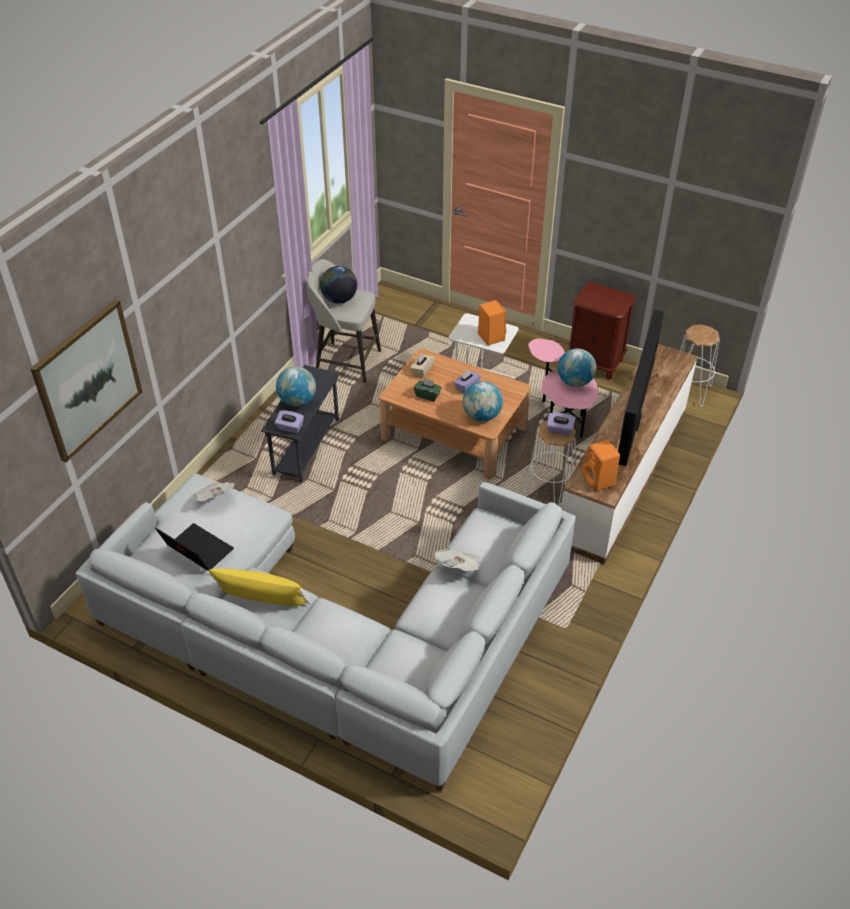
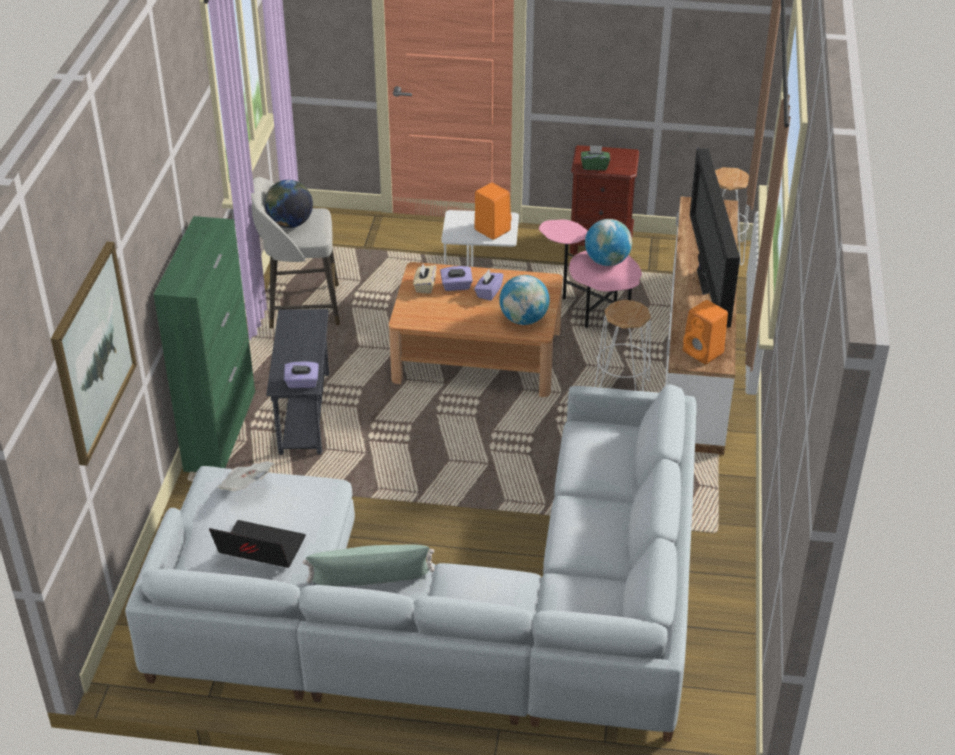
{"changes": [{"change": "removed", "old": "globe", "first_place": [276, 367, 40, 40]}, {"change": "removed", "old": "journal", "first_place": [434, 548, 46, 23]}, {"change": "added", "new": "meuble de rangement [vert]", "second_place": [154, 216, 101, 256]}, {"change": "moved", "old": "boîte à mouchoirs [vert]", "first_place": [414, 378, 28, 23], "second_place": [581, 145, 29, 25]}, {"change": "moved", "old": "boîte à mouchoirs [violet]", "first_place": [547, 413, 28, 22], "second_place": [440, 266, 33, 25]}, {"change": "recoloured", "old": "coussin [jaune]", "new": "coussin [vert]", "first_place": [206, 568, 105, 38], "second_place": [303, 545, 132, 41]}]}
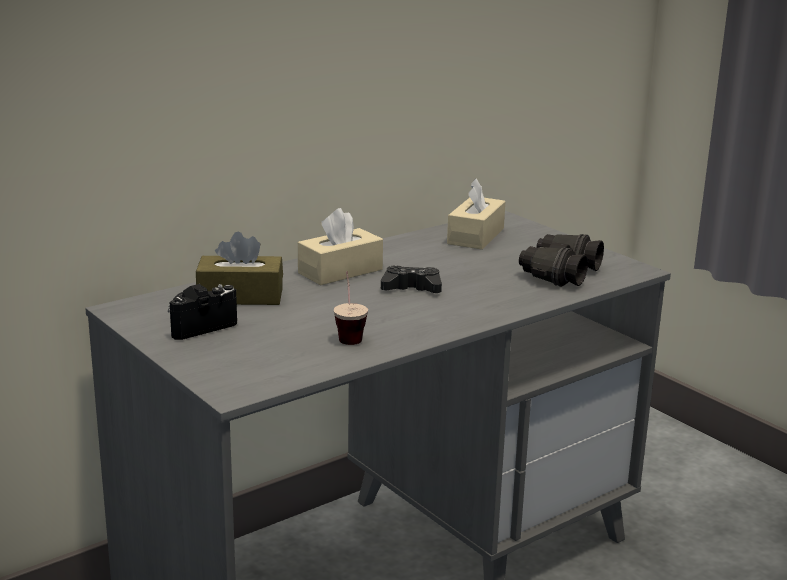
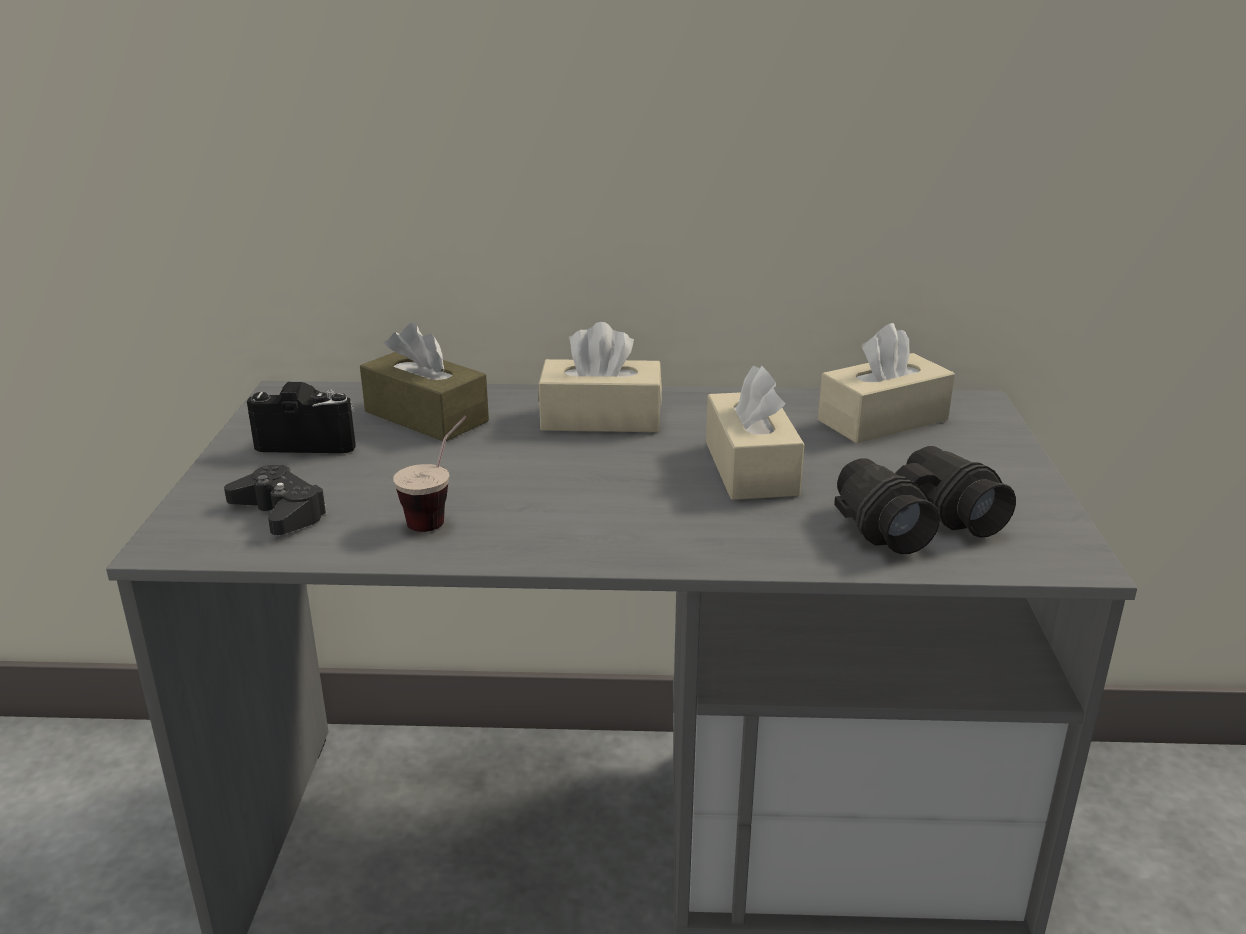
{"changes": [{"change": "added", "new": "boîte à mouchoirs [beige]", "second_place": [706, 366, 98, 134]}, {"change": "moved", "old": "manette [noir]", "first_place": [381, 265, 61, 28], "second_place": [224, 465, 104, 70]}]}
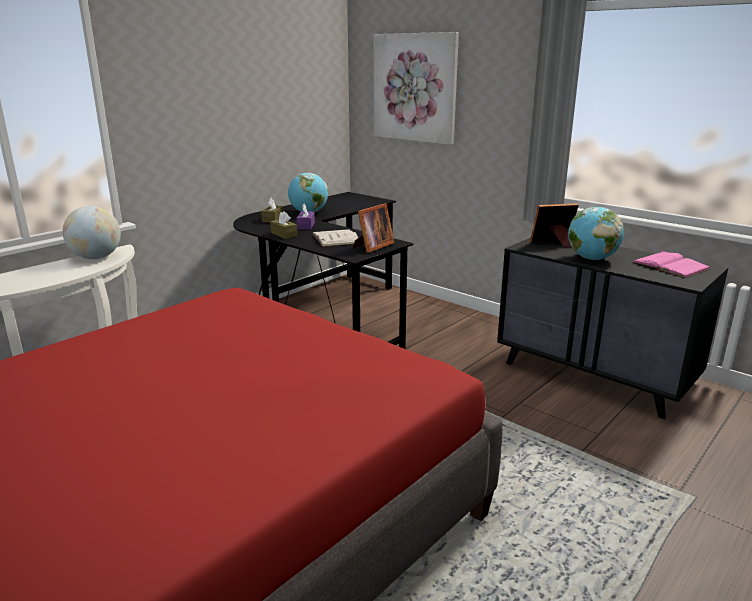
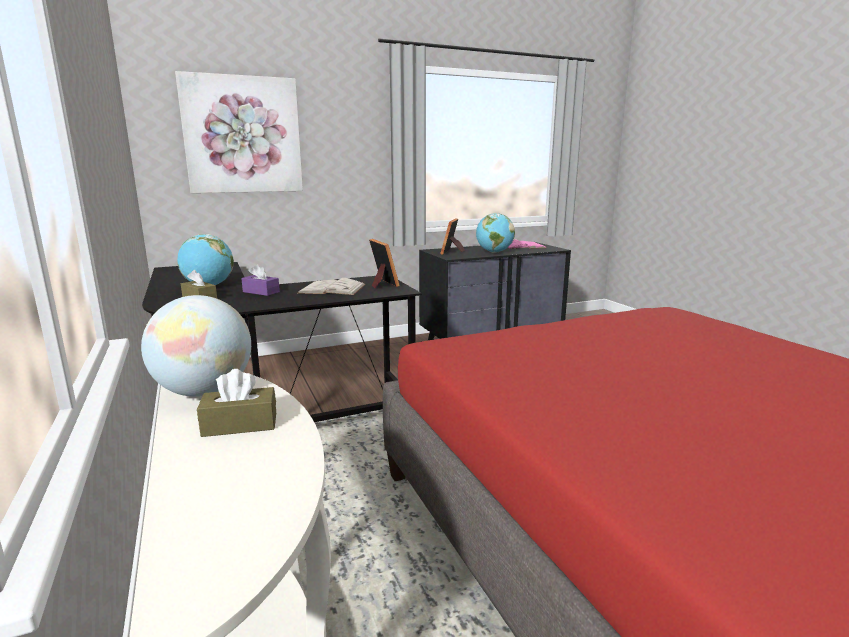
{"changes": [{"change": "moved", "old": "boîte à mouchoirs [marron]", "first_place": [270, 211, 27, 28], "second_place": [197, 369, 79, 68]}]}
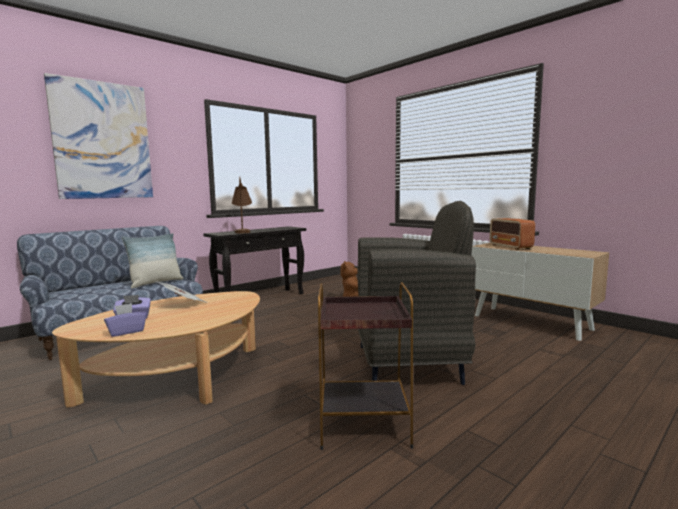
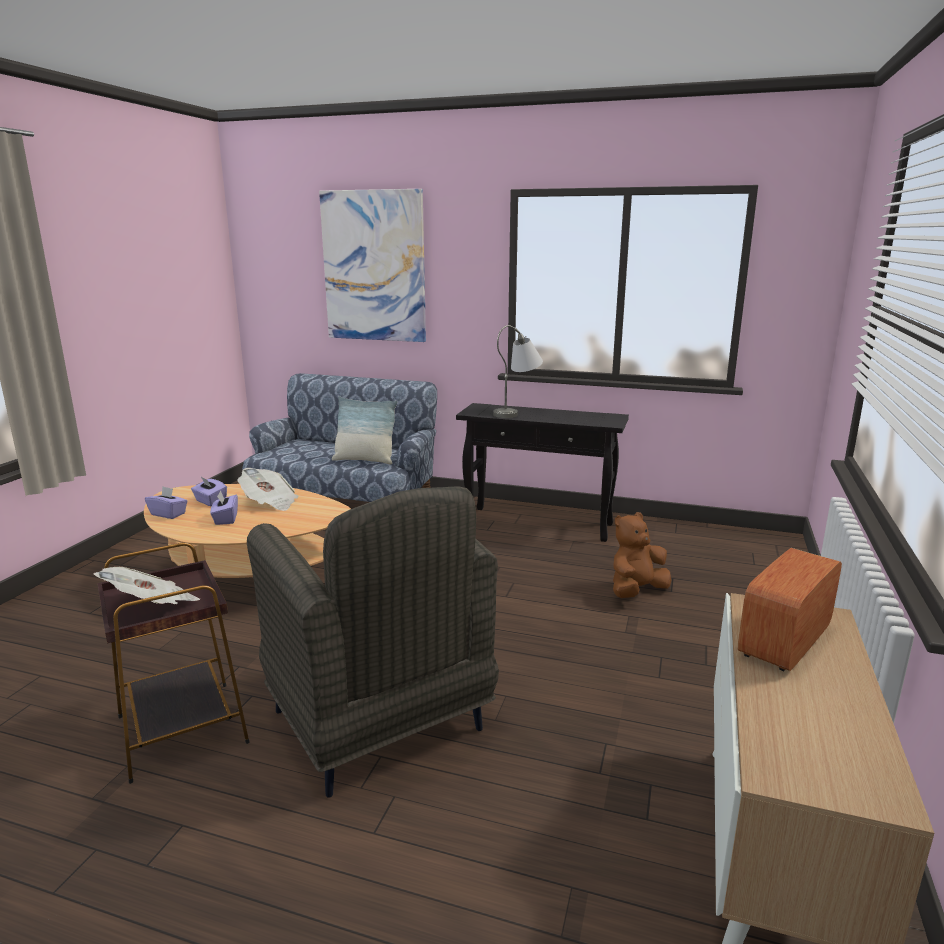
{"changes": [{"change": "added", "new": "journal", "second_place": [93, 567, 107, 37]}, {"change": "added", "new": "boîte à mouchoirs [violet]", "second_place": [210, 490, 28, 35]}, {"change": "recoloured", "old": "lampe de table [marron]", "new": "lampe de table [gris]", "first_place": [232, 177, 20, 57], "second_place": [493, 325, 50, 93]}]}
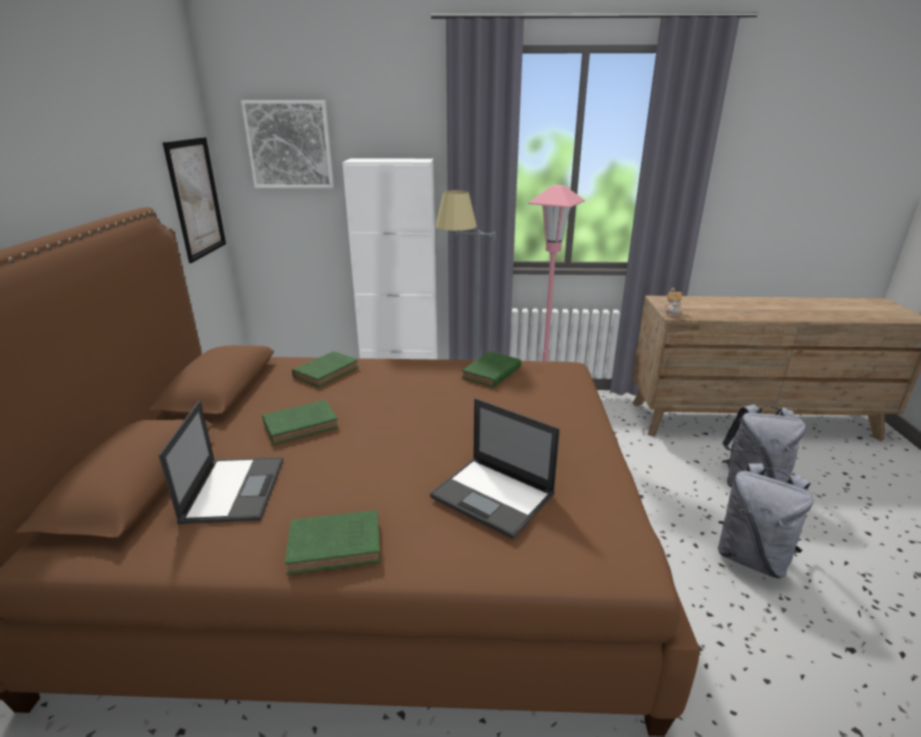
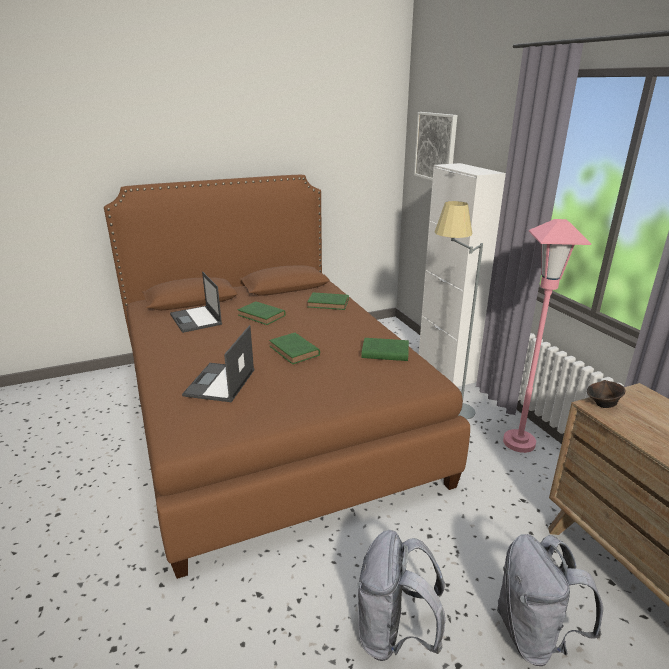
{"changes": [{"change": "removed", "old": "tableau", "first_place": [163, 137, 63, 126]}, {"change": "moved", "old": "livre [vert]", "first_place": [285, 510, 96, 64], "second_place": [269, 333, 51, 31]}, {"change": "replaced", "old": "théière", "new": "bol [marron]", "first_place": [665, 288, 17, 29], "second_place": [587, 380, 38, 28]}, {"change": "turned", "old": "ordinateur portable", "first_place": [159, 401, 124, 123], "second_place": [170, 271, 52, 62], "degrees": 90}]}
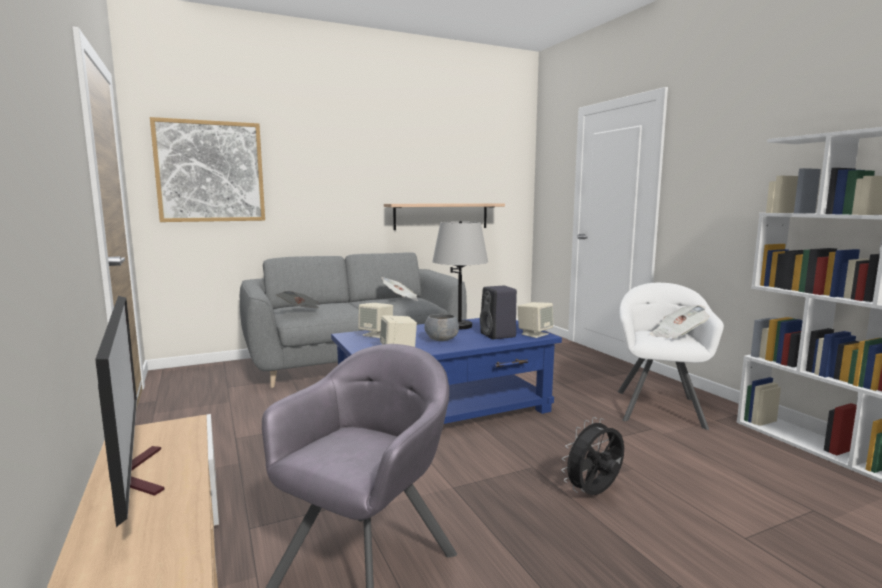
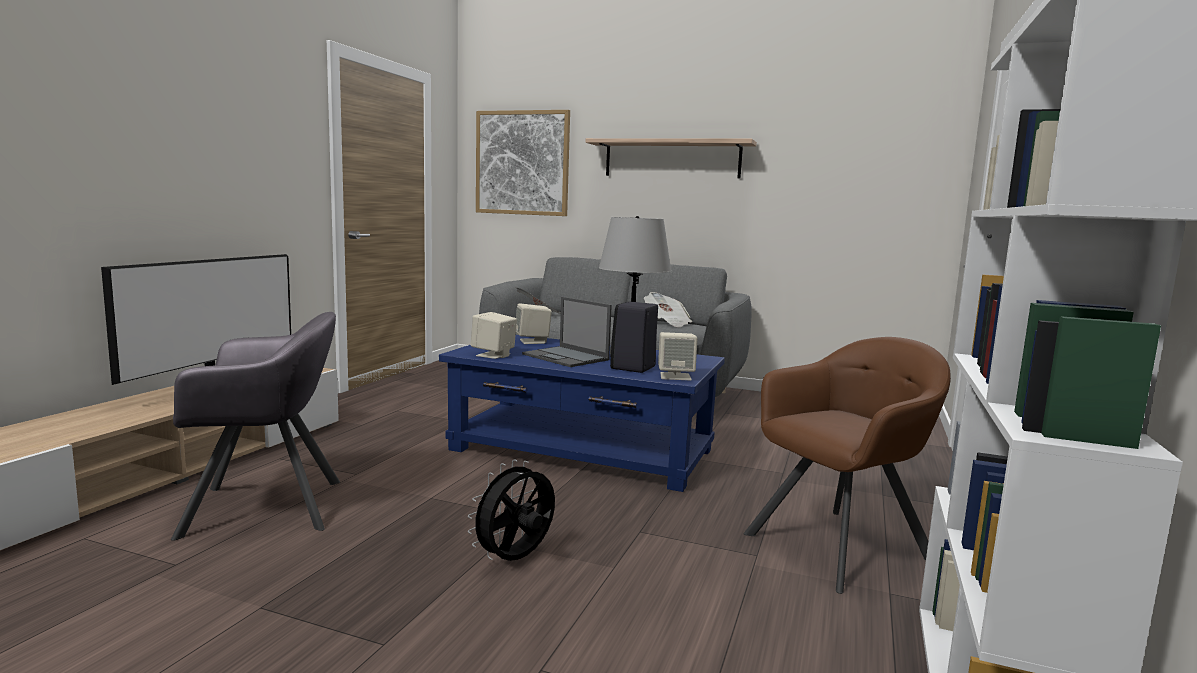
{"changes": [{"change": "removed", "old": "journal", "first_place": [650, 305, 59, 34]}, {"change": "moved", "old": "étagère", "first_place": [384, 203, 121, 27], "second_place": [585, 138, 172, 40]}, {"change": "replaced", "old": "bol [gris]", "new": "ordinateur portable", "first_place": [424, 314, 35, 27], "second_place": [522, 297, 90, 70]}, {"change": "recoloured", "old": "fauteuil [blanc]", "new": "fauteuil [marron]", "first_place": [618, 283, 106, 147], "second_place": [744, 337, 207, 257]}, {"change": "turned", "old": "ventilateur [noir]", "first_place": [561, 417, 63, 78], "second_place": [468, 459, 87, 102], "degrees": -60}]}
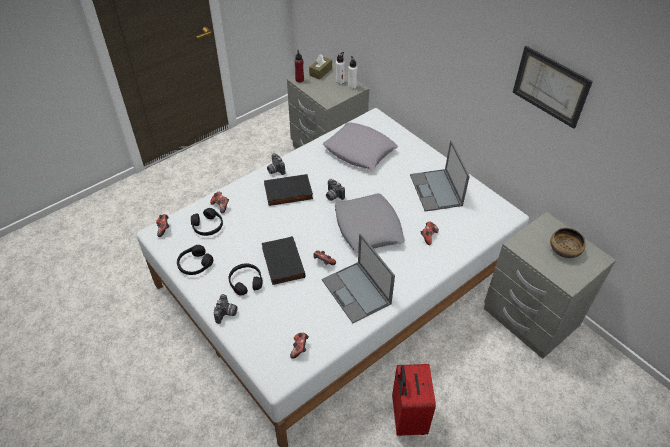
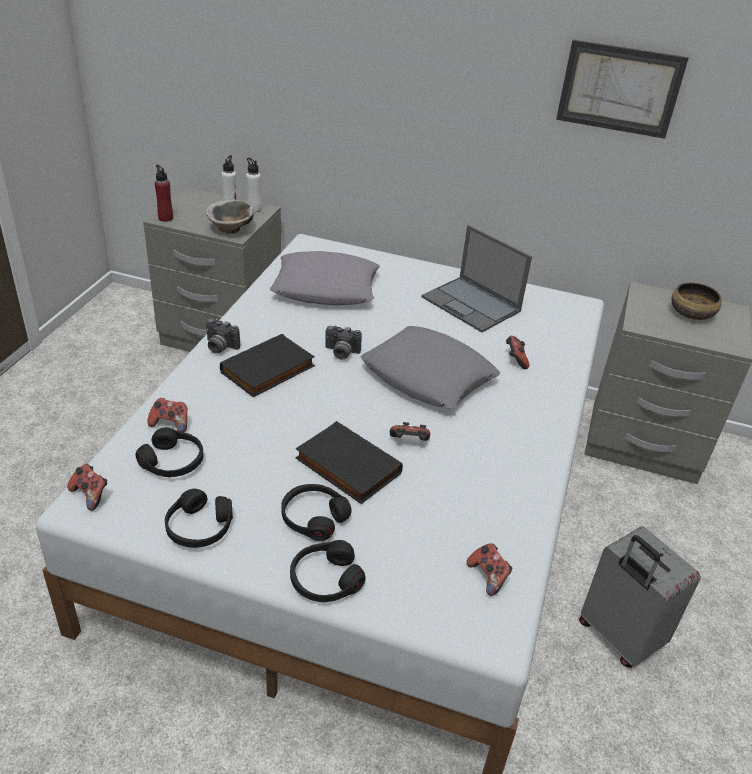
{"changes": [{"change": "removed", "old": "boîte à mouchoirs [marron]", "first_place": [309, 54, 23, 26]}, {"change": "removed", "old": "ordinateur portable", "first_place": [322, 233, 73, 90]}, {"change": "added", "new": "bol", "second_place": [205, 200, 48, 34]}, {"change": "replaced", "old": "appareil photo", "new": "casque audio [noir]", "first_place": [214, 294, 24, 30], "second_place": [290, 540, 75, 62]}, {"change": "recoloured", "old": "valise [rouge]", "new": "valise [gris]", "first_place": [392, 364, 44, 72], "second_place": [579, 526, 122, 142]}]}
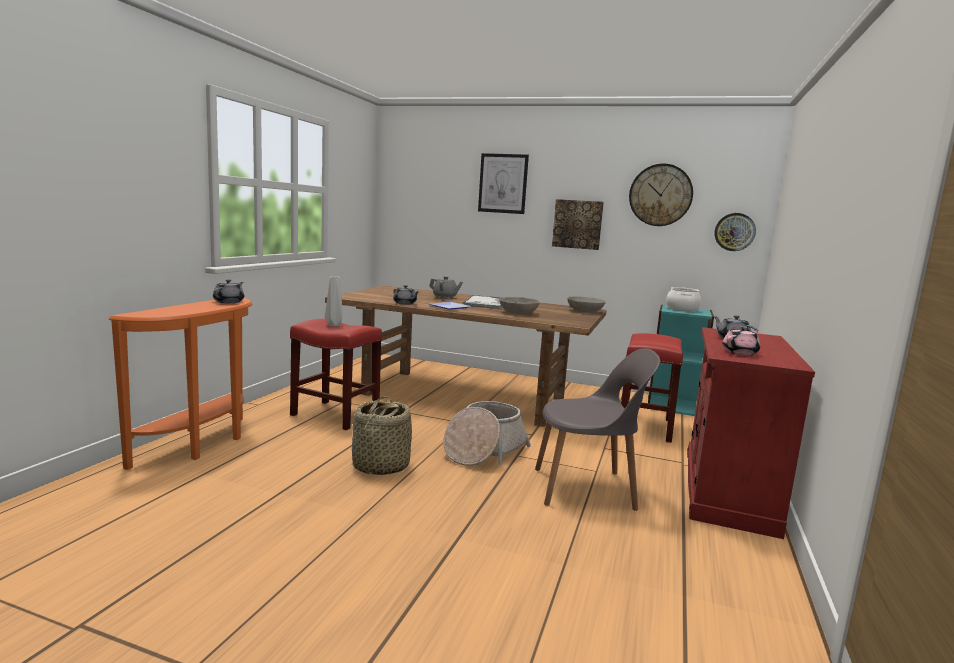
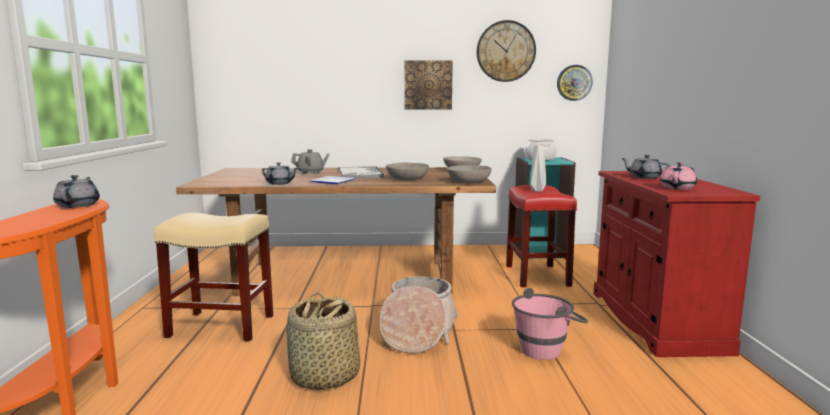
{"changes": [{"change": "removed", "old": "tableau", "first_place": [478, 153, 51, 61]}, {"change": "added", "new": "bol [gris]", "second_place": [447, 165, 45, 18]}, {"change": "moved", "old": "vase [gris]", "first_place": [325, 277, 18, 49], "second_place": [530, 145, 17, 47]}, {"change": "replaced", "old": "chaise [gris]", "new": "seau [rose]", "first_place": [535, 348, 125, 163], "second_place": [512, 288, 76, 72]}, {"change": "recoloured", "old": "tabouret [rouge]", "new": "tabouret [beige]", "first_place": [290, 319, 92, 111], "second_place": [154, 213, 119, 130]}]}
